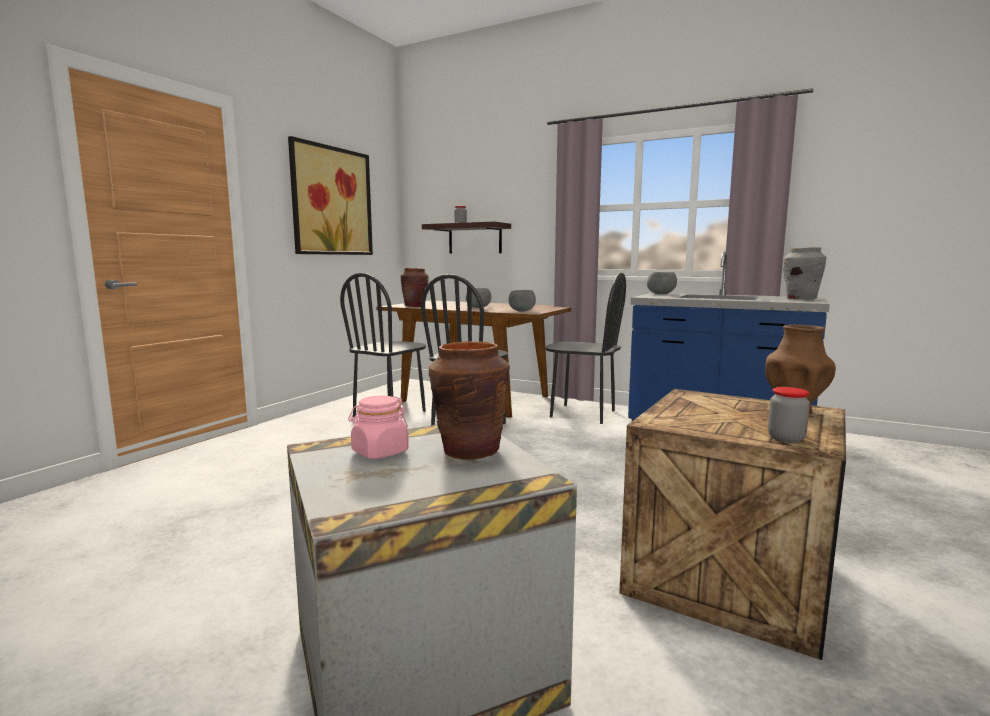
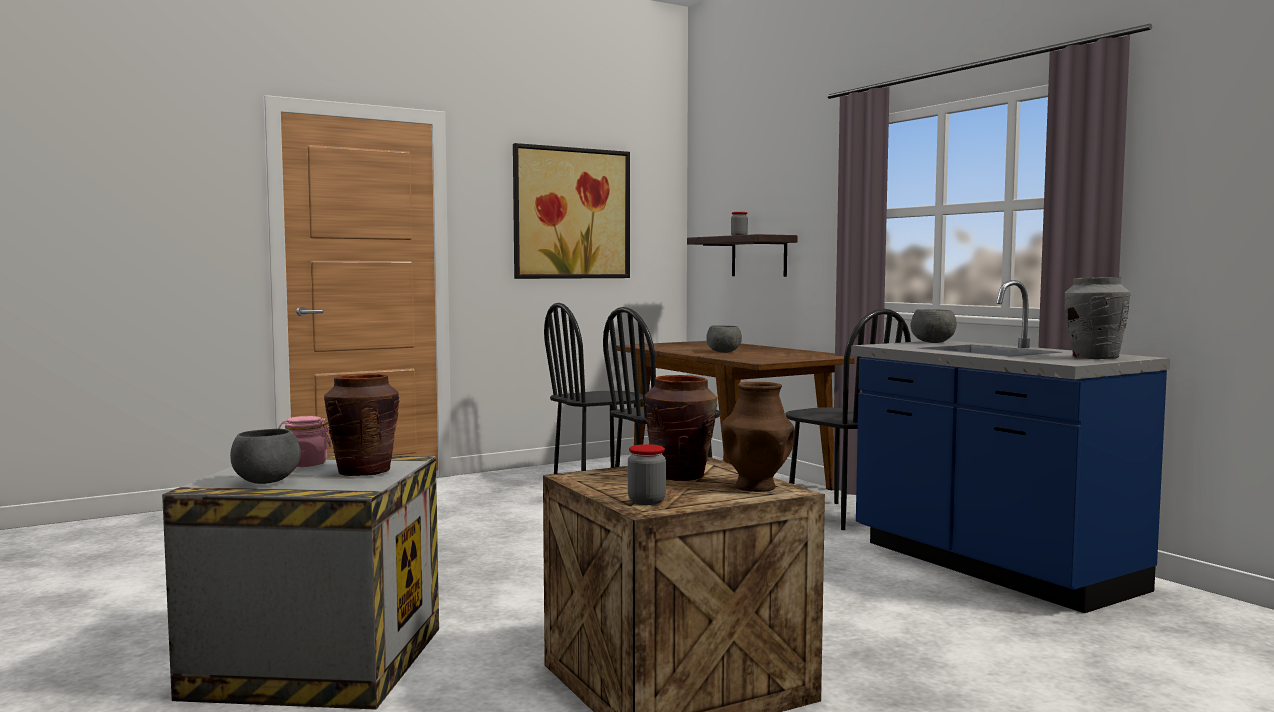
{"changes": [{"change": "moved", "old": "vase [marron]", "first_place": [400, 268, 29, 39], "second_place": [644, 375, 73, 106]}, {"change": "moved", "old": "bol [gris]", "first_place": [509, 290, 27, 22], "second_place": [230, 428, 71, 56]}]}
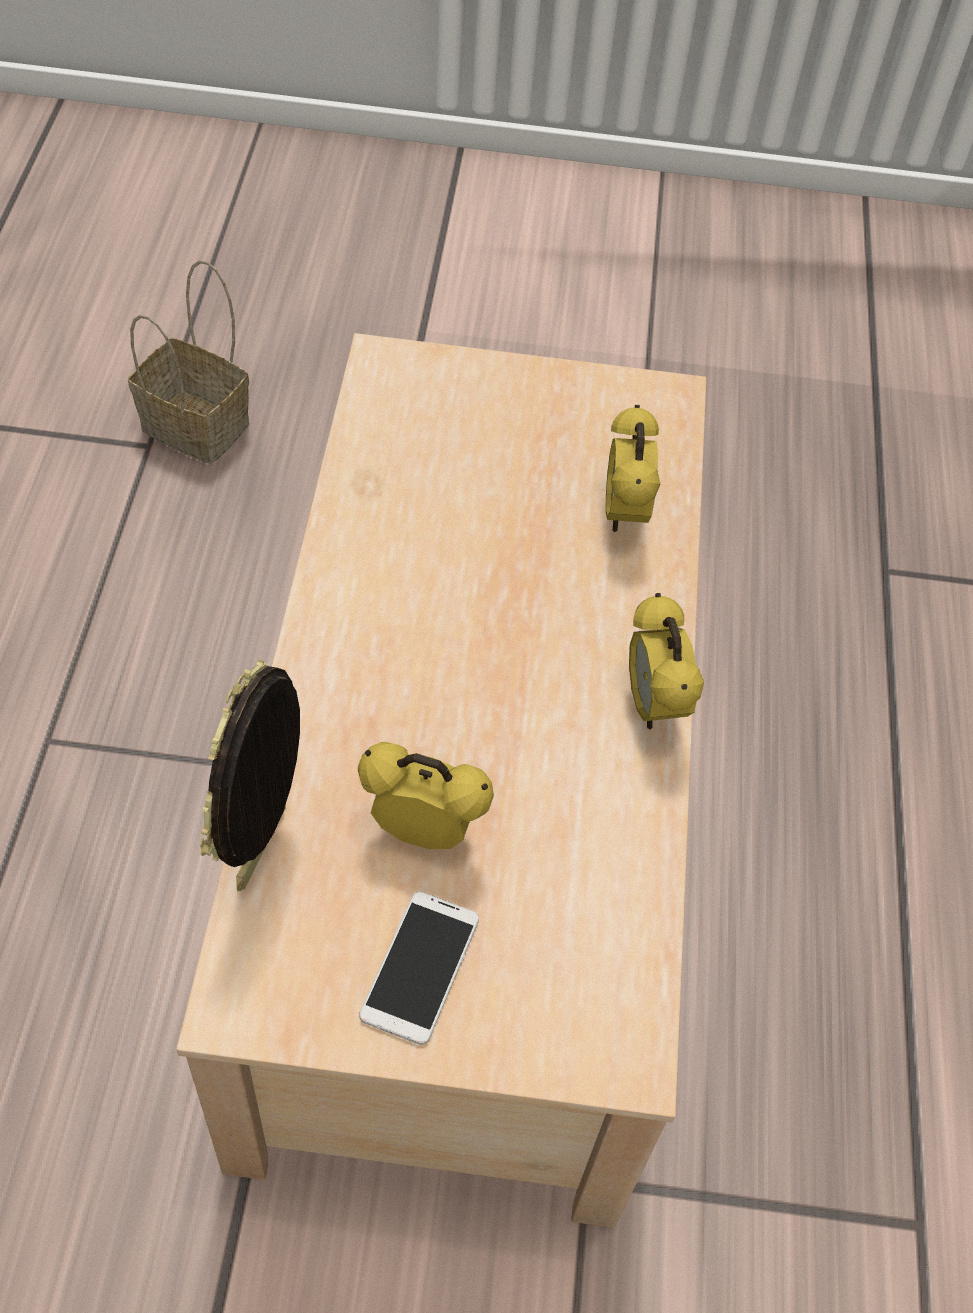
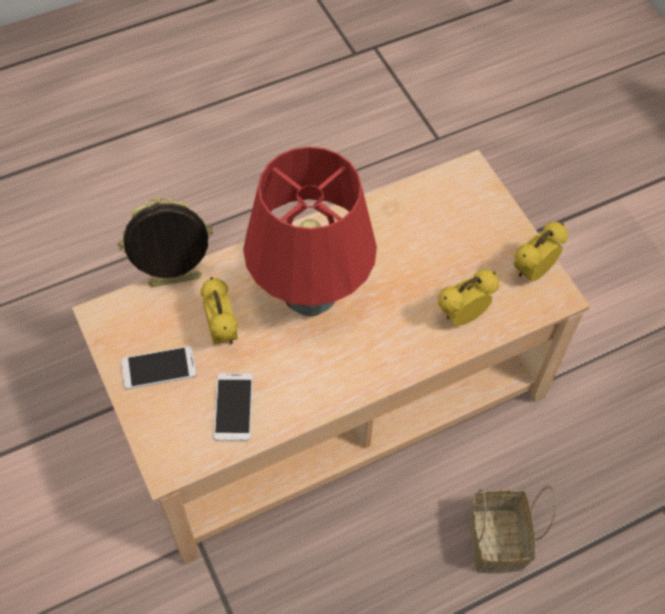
{"changes": [{"change": "added", "new": "téléphone", "second_place": [214, 373, 39, 68]}, {"change": "added", "new": "lampe de table [rouge]", "second_place": [243, 147, 134, 169]}, {"change": "moved", "old": "panier", "first_place": [128, 260, 121, 204], "second_place": [469, 486, 88, 87]}, {"change": "moved", "old": "réveil", "first_place": [629, 593, 75, 137], "second_place": [514, 222, 54, 60]}]}
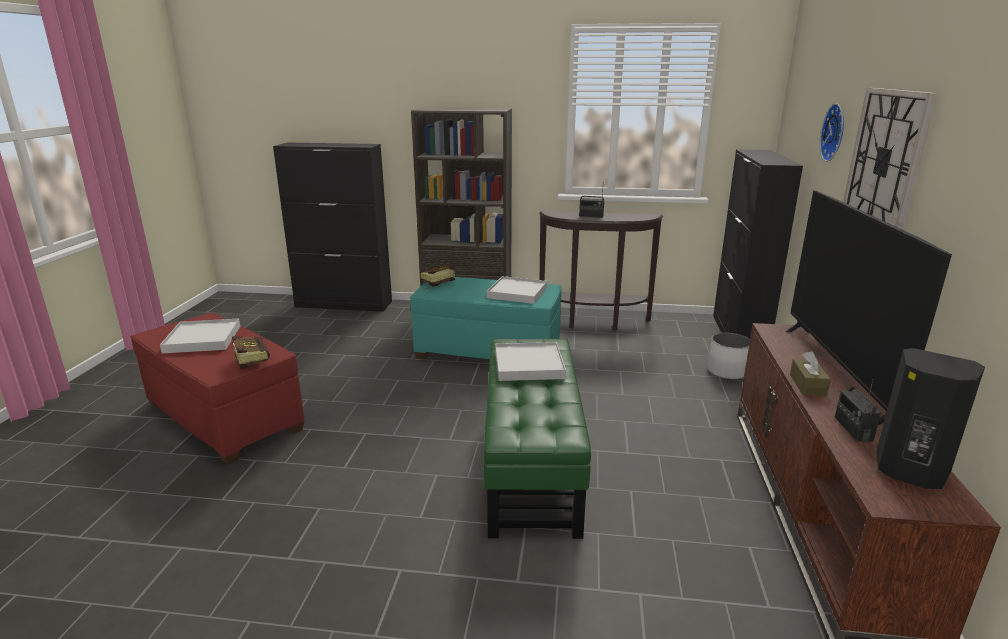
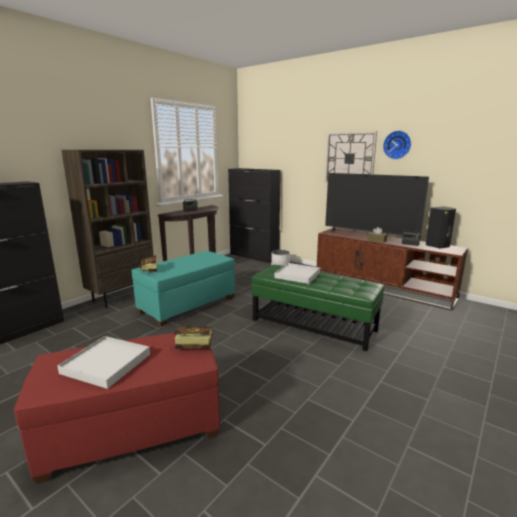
{"changes": [{"change": "removed", "old": "plateau [blanc]", "first_place": [486, 276, 61, 28]}, {"change": "moved", "old": "horloge murale", "first_place": [820, 103, 24, 59], "second_place": [383, 131, 28, 28]}]}
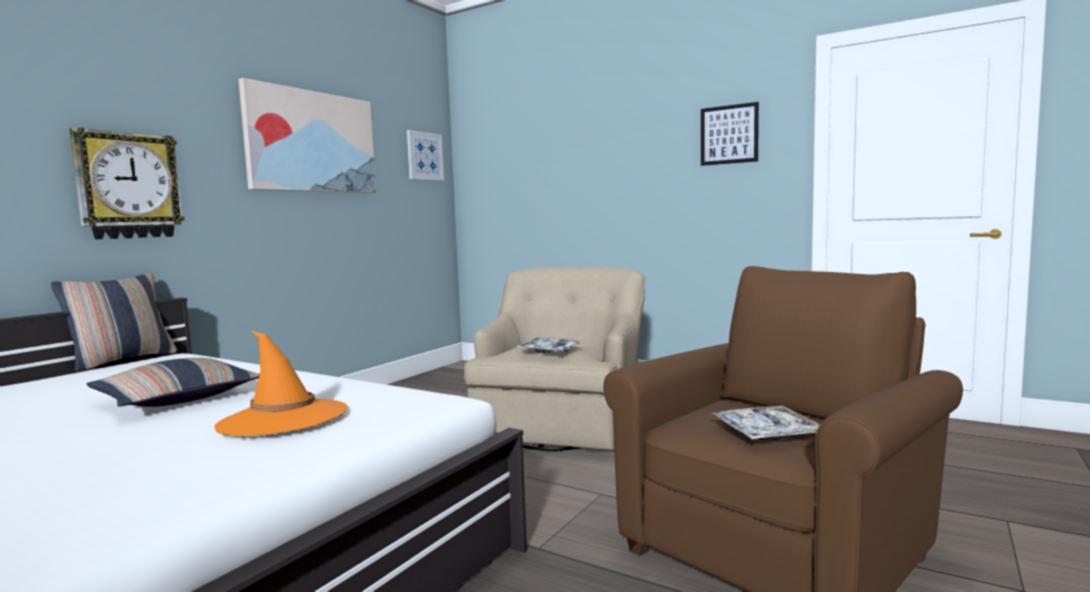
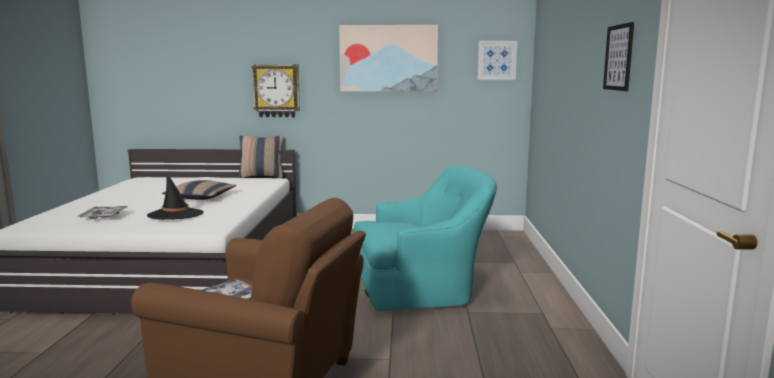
{"changes": [{"change": "moved", "old": "plateau", "first_place": [516, 337, 66, 17], "second_place": [78, 206, 50, 13]}, {"change": "recoloured", "old": "chapeau [orange]", "new": "chapeau [noir]", "first_place": [215, 331, 133, 105], "second_place": [147, 175, 57, 45]}, {"change": "recoloured", "old": "fauteuil [beige]", "new": "fauteuil [turquoise]", "first_place": [464, 267, 181, 184], "second_place": [354, 166, 143, 145]}]}
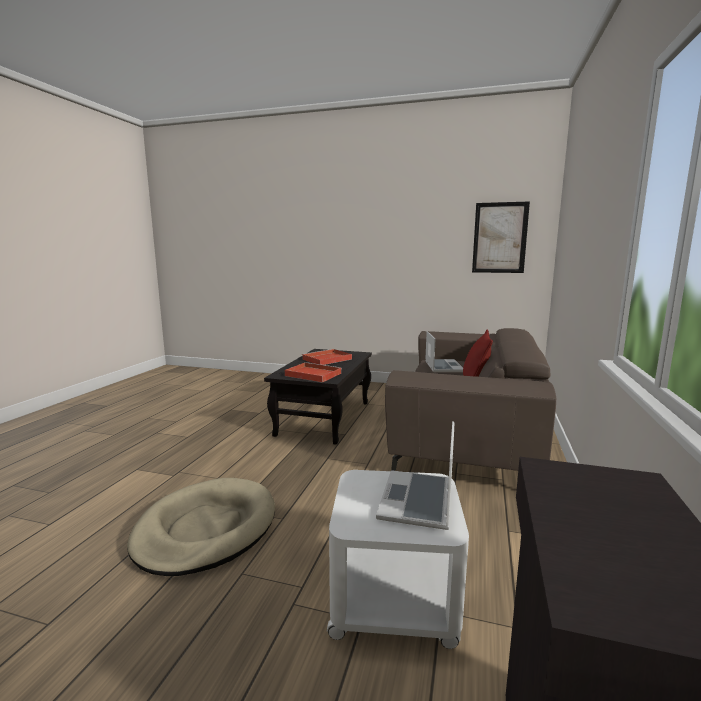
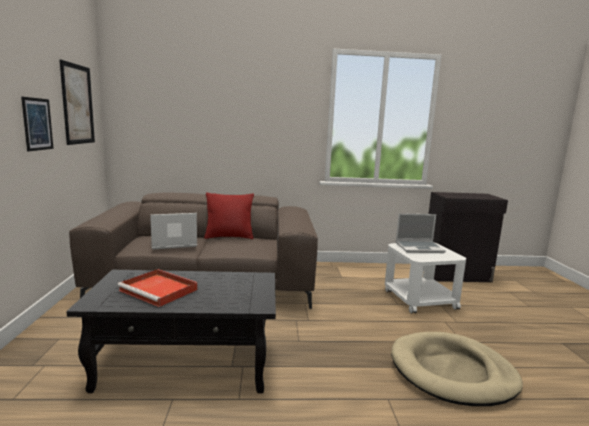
{"changes": [{"change": "removed", "old": "plateau [rouge]", "first_place": [285, 362, 57, 20]}, {"change": "added", "new": "tableau", "second_place": [21, 97, 33, 55]}]}
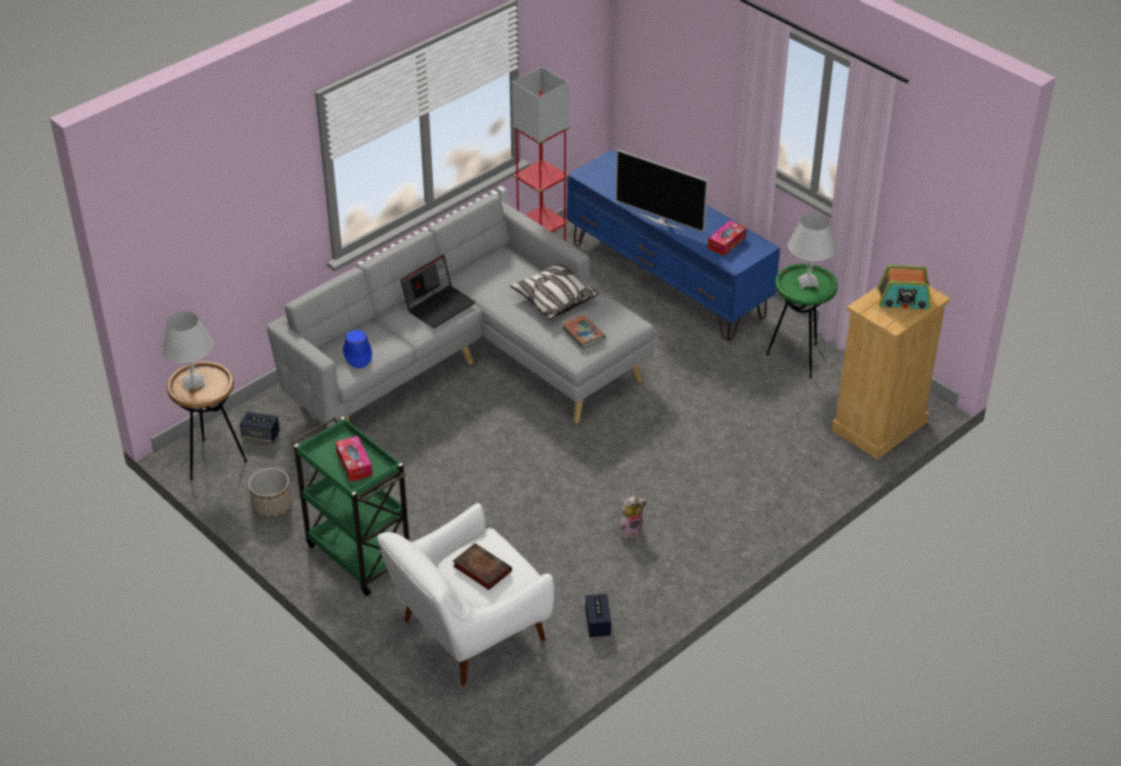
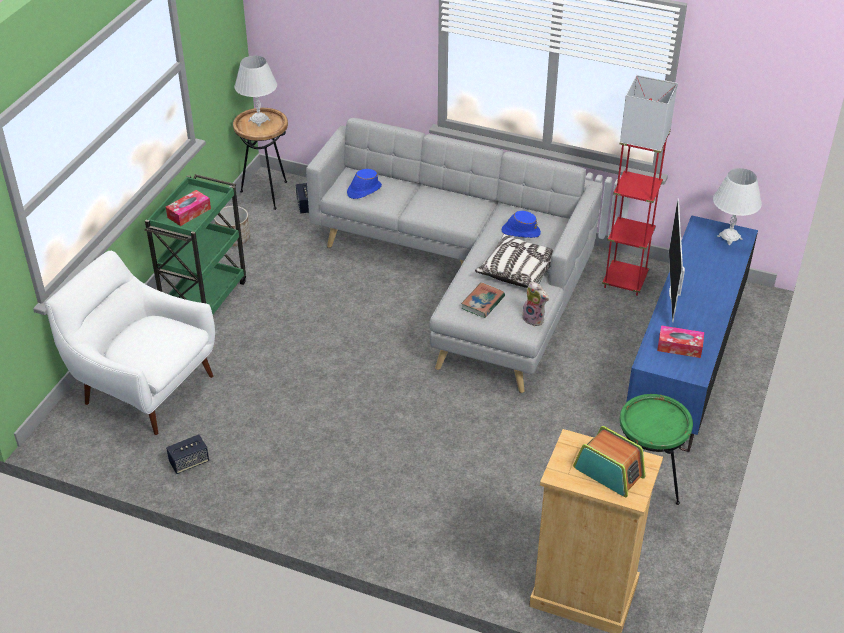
{"changes": [{"change": "removed", "old": "ordinateur portable", "first_place": [400, 255, 75, 73]}, {"change": "removed", "old": "livre", "first_place": [453, 543, 59, 47]}, {"change": "added", "new": "chapeau [bleu]", "second_place": [501, 211, 40, 27]}, {"change": "moved", "old": "peluche", "first_place": [619, 496, 28, 42], "second_place": [522, 282, 27, 44]}, {"change": "moved", "old": "lampe de table [blanc]", "first_place": [788, 213, 48, 76], "second_place": [713, 168, 49, 77]}, {"change": "turned", "old": "radio", "first_place": [877, 265, 54, 44], "second_place": [573, 426, 72, 71], "degrees": 150}]}
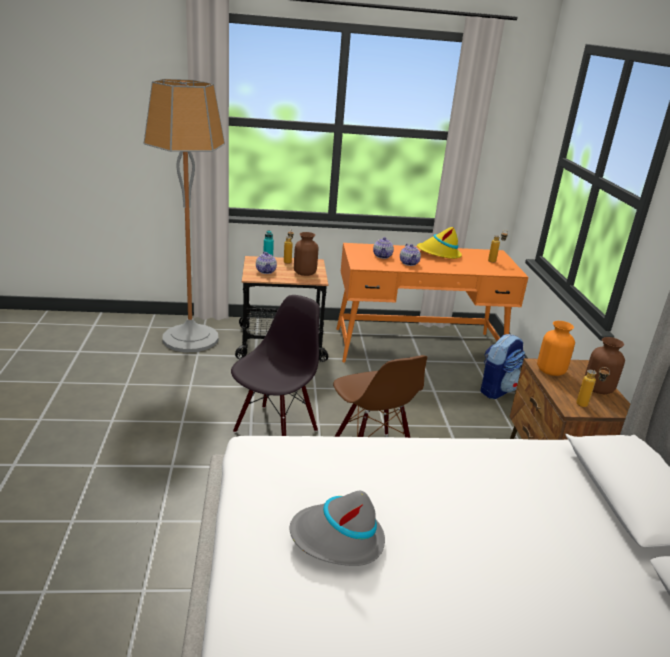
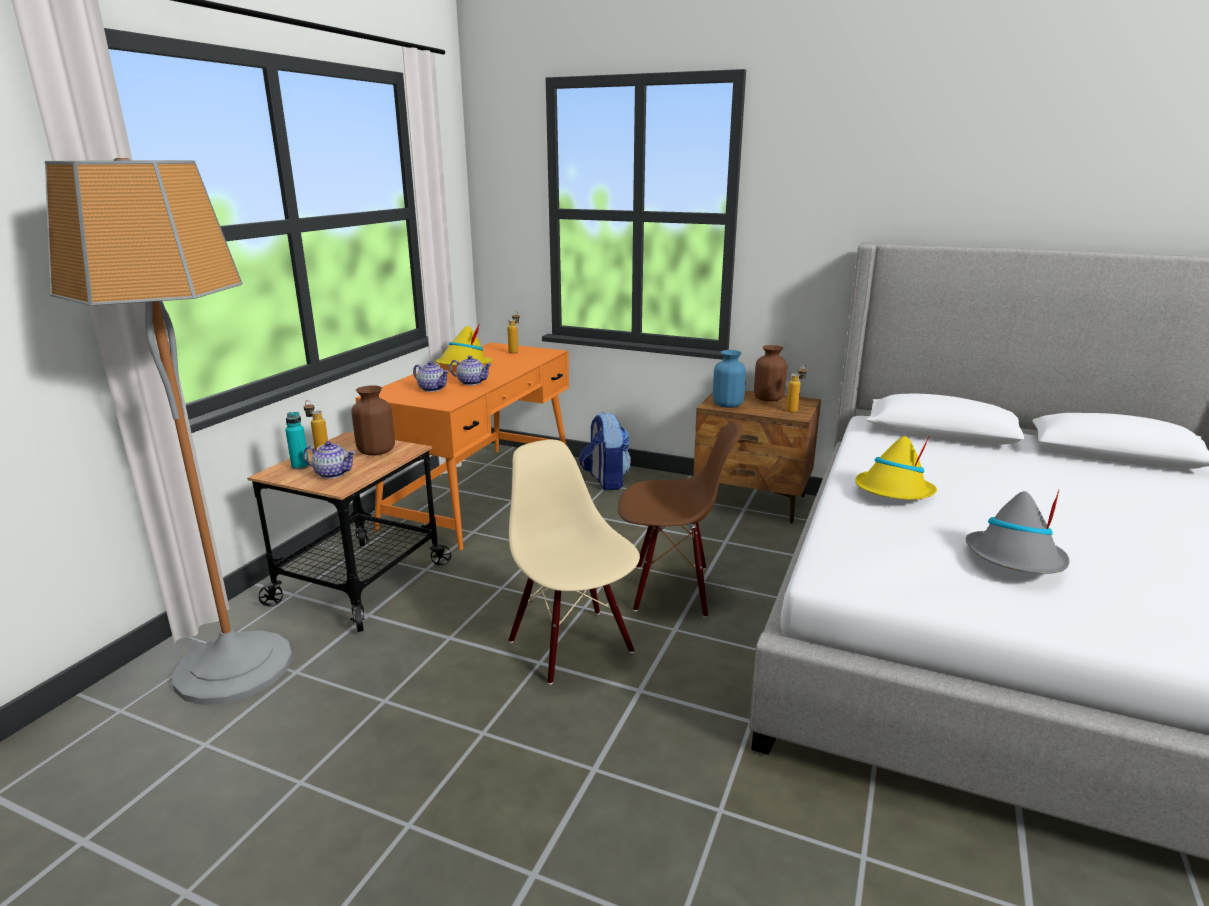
{"changes": [{"change": "added", "new": "chapeau [jaune]", "second_place": [855, 435, 82, 65]}, {"change": "recoloured", "old": "chaise [noir]", "new": "chaise [beige]", "first_place": [231, 295, 89, 141], "second_place": [509, 440, 131, 245]}, {"change": "recoloured", "old": "vase [orange]", "new": "vase [bleu]", "first_place": [537, 321, 38, 55], "second_place": [713, 350, 33, 58]}]}
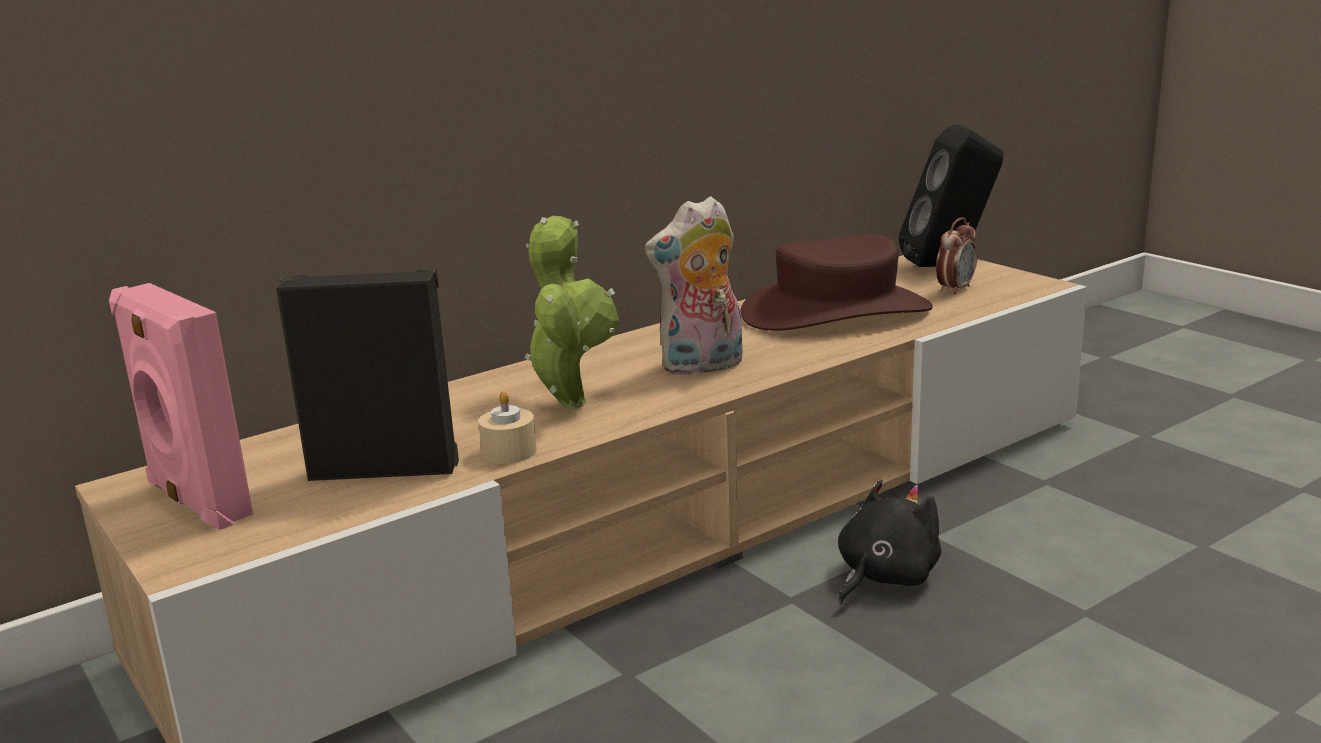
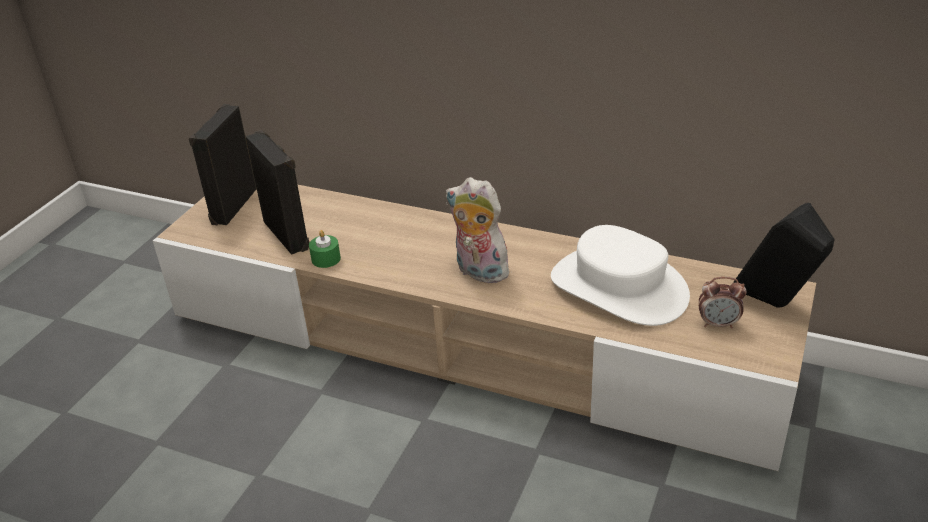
{"changes": [{"change": "removed", "old": "plante en pot", "first_place": [525, 216, 94, 193]}, {"change": "removed", "old": "peluche [noir]", "first_place": [838, 480, 104, 125]}, {"change": "recoloured", "old": "enceinte [rose]", "new": "enceinte [noir]", "first_place": [109, 283, 144, 247], "second_place": [189, 104, 67, 121]}, {"change": "recoloured", "old": "bougie [beige]", "new": "bougie [vert]", "first_place": [478, 391, 59, 73], "second_place": [309, 230, 32, 38]}, {"change": "recoloured", "old": "chapeau [marron]", "new": "chapeau [blanc]", "first_place": [740, 235, 193, 96], "second_place": [551, 225, 139, 101]}]}
